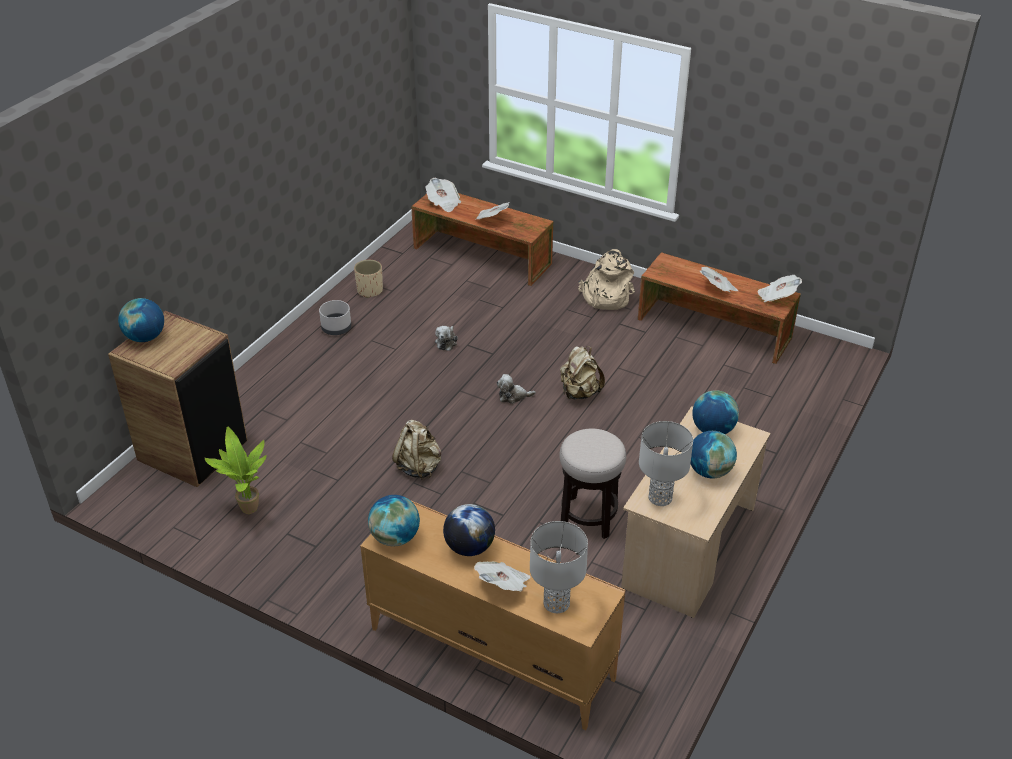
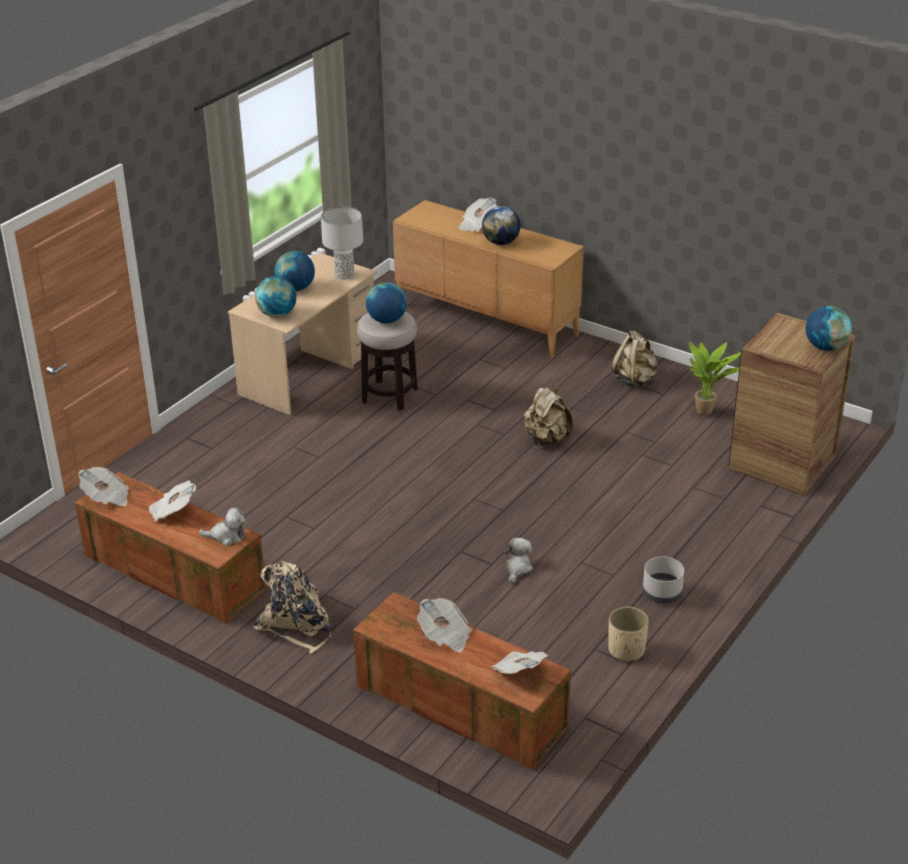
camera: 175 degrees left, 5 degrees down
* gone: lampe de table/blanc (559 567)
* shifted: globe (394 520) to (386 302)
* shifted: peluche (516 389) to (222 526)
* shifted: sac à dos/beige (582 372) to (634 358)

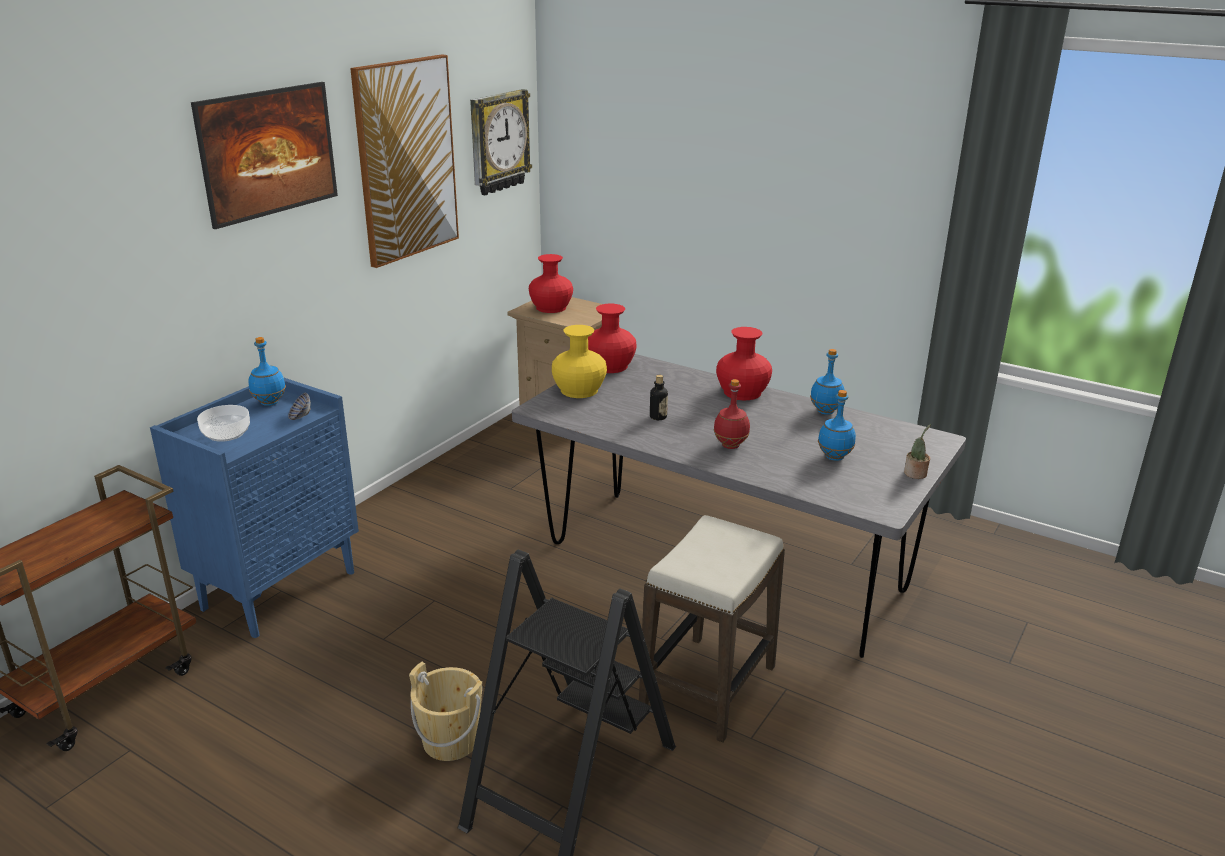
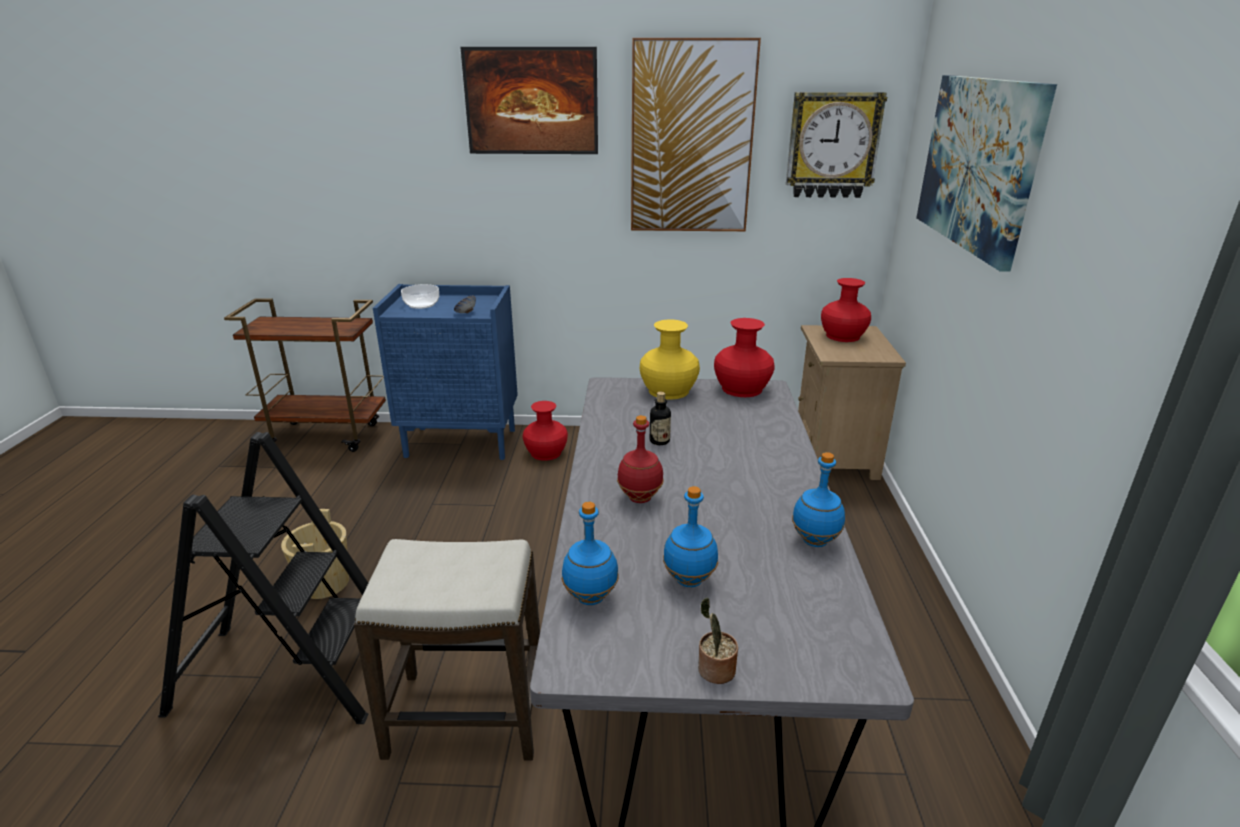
camera: 60 degrees right, 0 degrees up
* new: tableau (986 173)
* shifted: bouteille/bleu (267 371) to (590 553)
* shifted: vase/rouge (744 363) to (545 431)

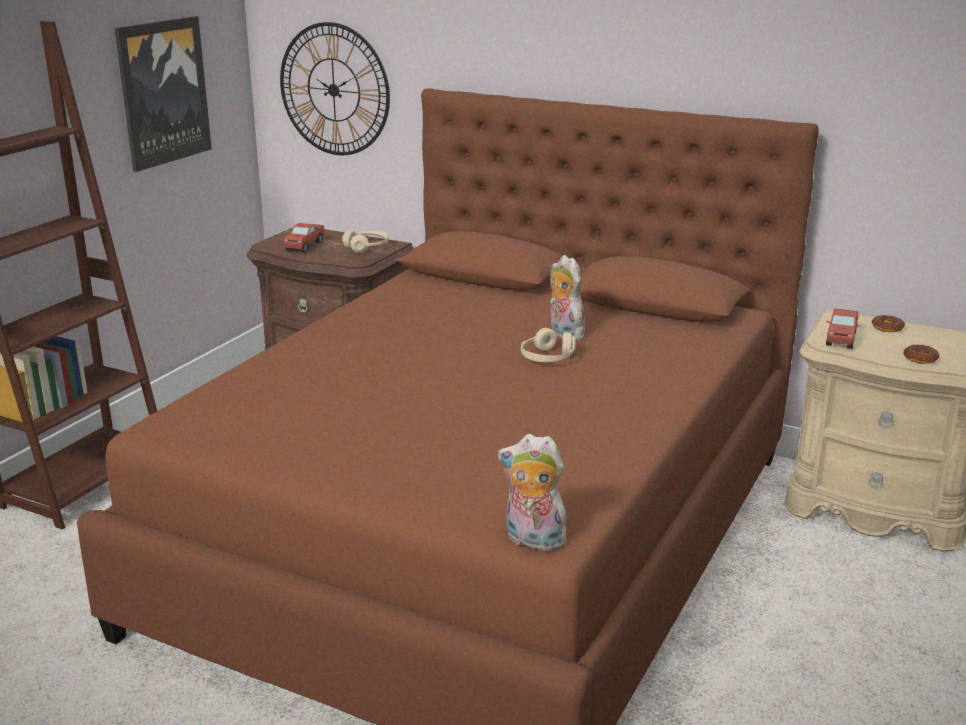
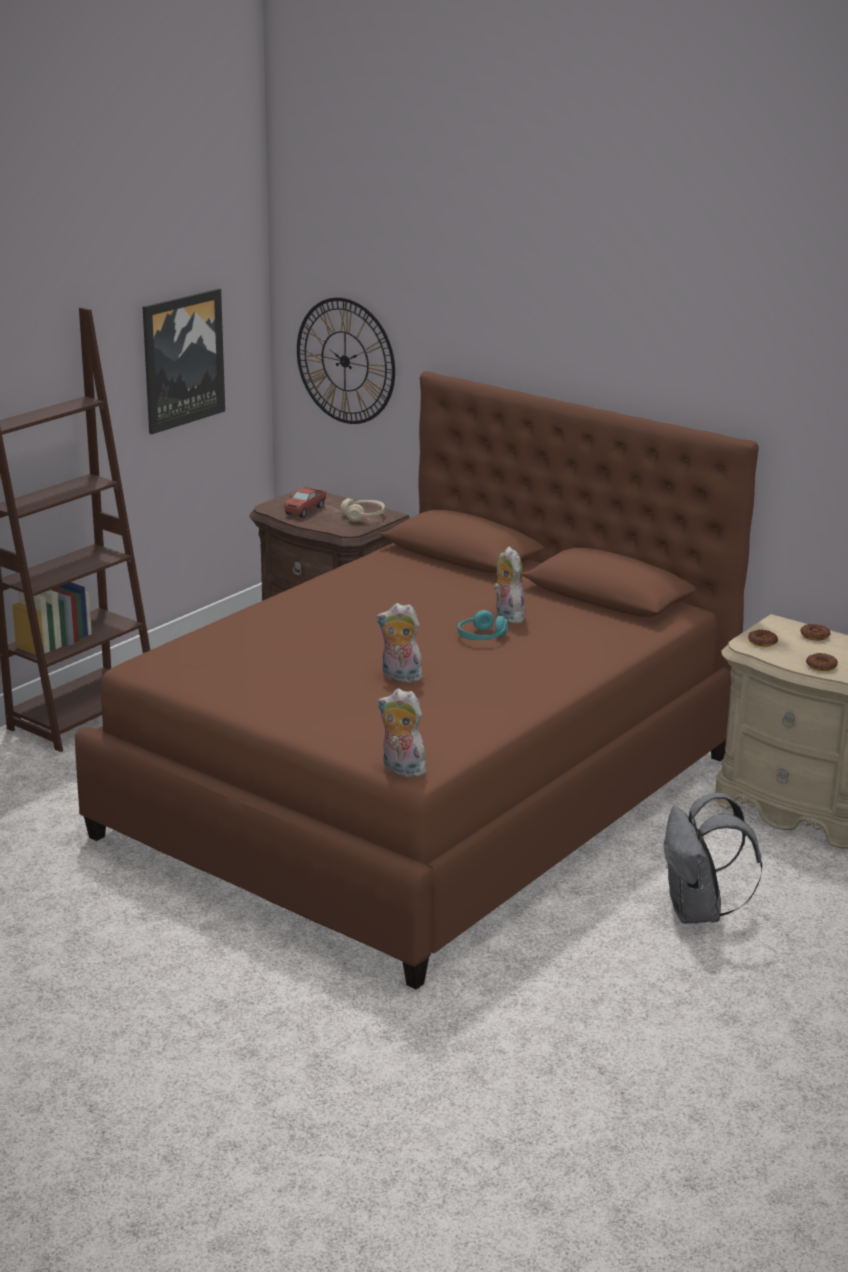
camera: 10 degrees right, 0 degrees up
* new: peluche (399 643)
* new: sac à dos/gris (713 858)
* swapped: camion jouet (843 328) to beignet (763 638)
* repainted: casque audio/beige (548 345) to casque audio/turquoise (483 625)

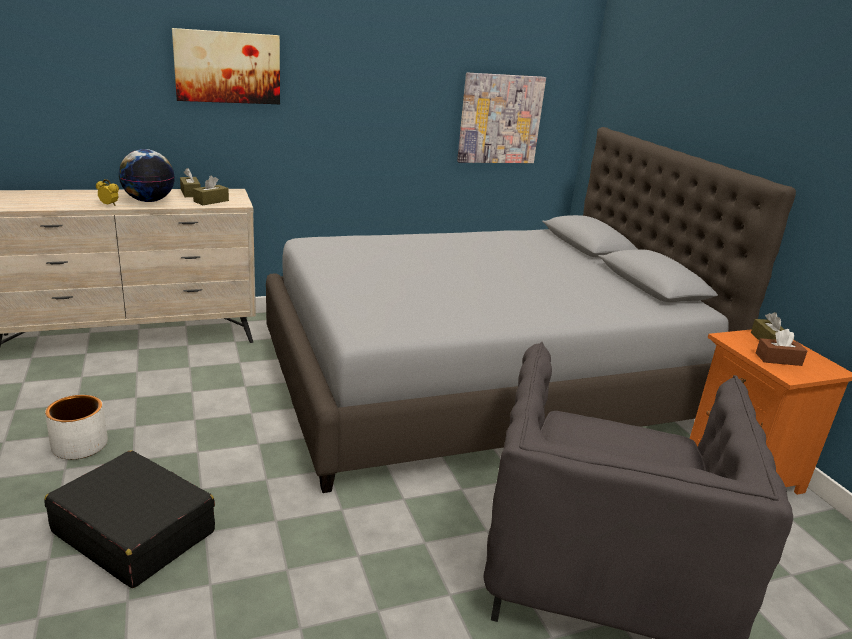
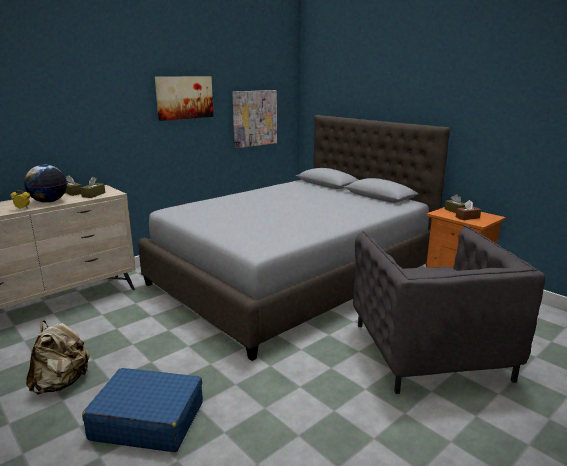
camera: 20 degrees left, 5 degrees down
* shifted: tableau (226 66) to (184 98)
* swapped: cache-pot/blanc (76 427) to sac à dos/beige (58 357)
* repainted: valise/noir (129 519) to valise/bleu (142 410)

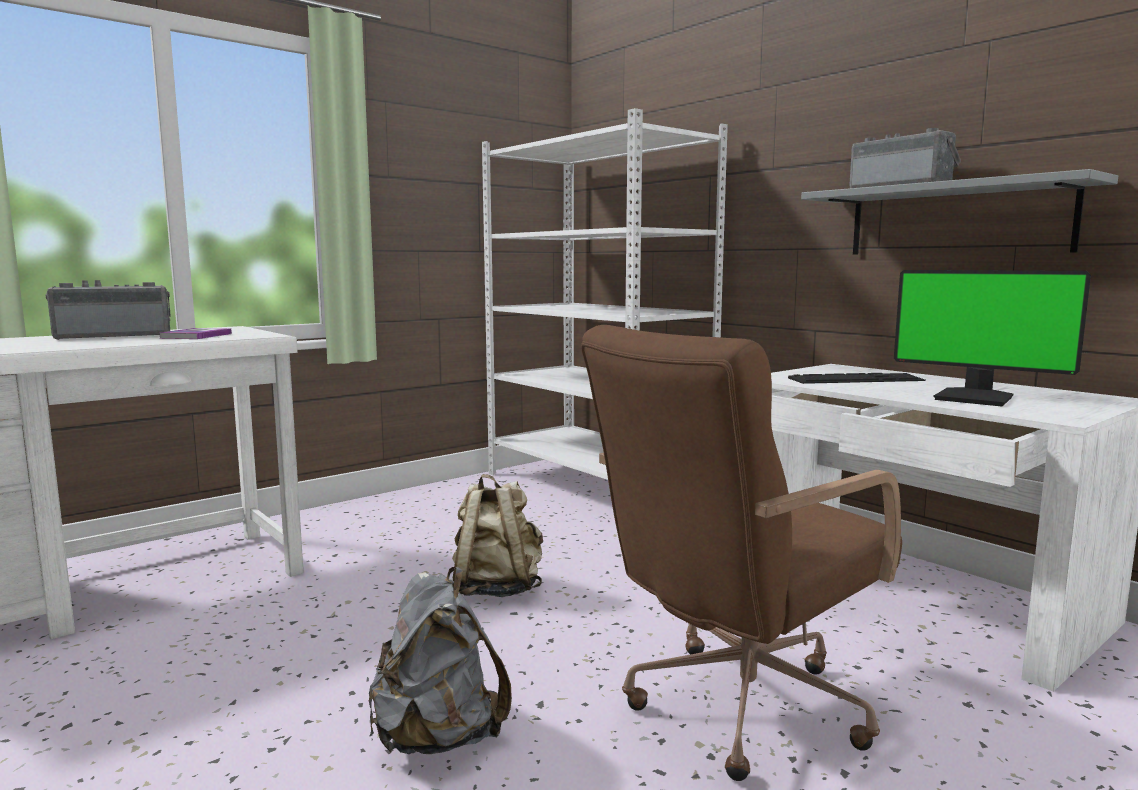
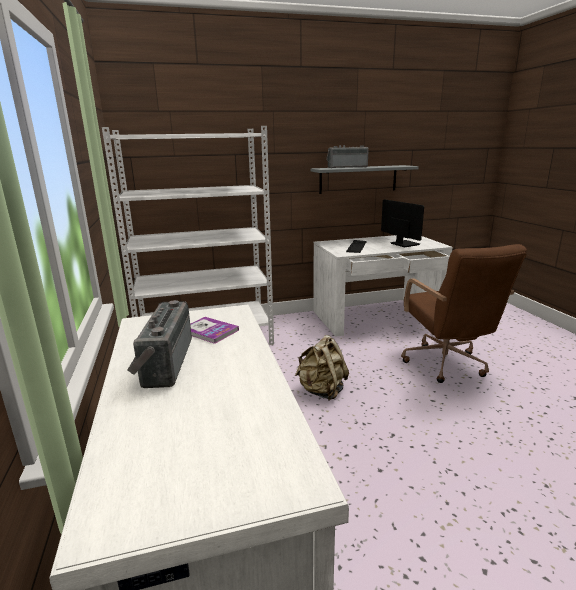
camera: 65 degrees left, 10 degrees up
* gone: sac à dos/gris (440 660)
* rotated: écran d'ordinateur (992 338) = (402 223) 90 degrees counterclockwise

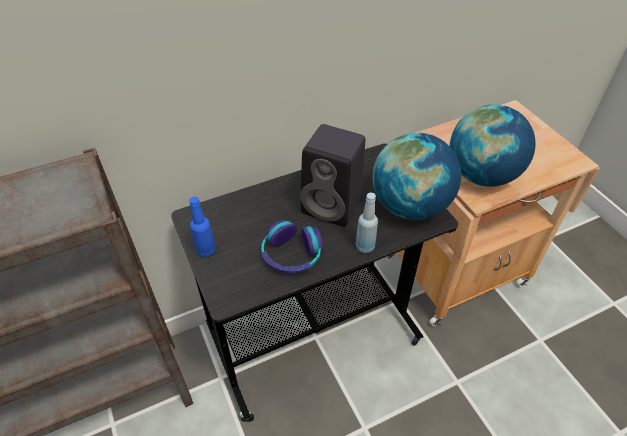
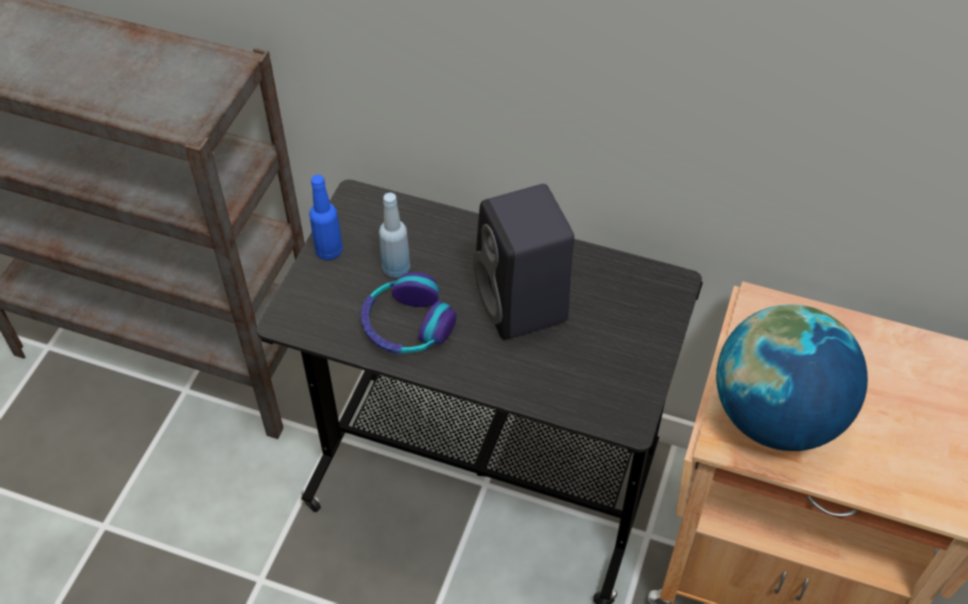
camera: 45 degrees right, 5 degrees up
* gone: globe (417 176)
* shifted: bouteille/bleu (367 222) to (394 235)

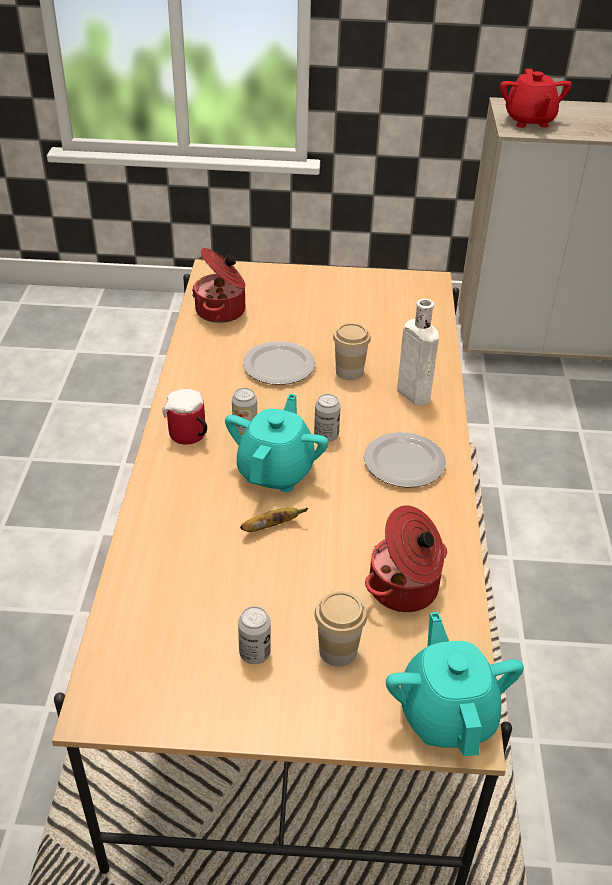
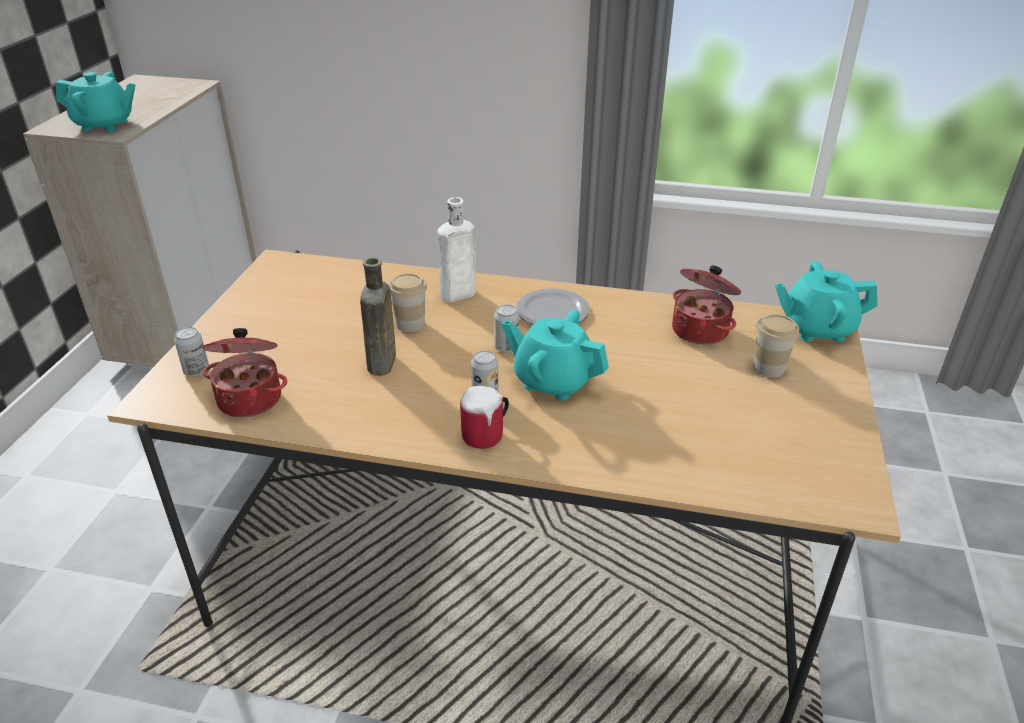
camera: 80 degrees left, 5 degrees down
* gone: banane (274 519)
* shifted: boîte métallique (254 635) to (191 352)
* swapped: assiette (278 363) to bouteille/marron (378 316)
* repainted: théière/rouge (536 98) to théière/turquoise (95 102)

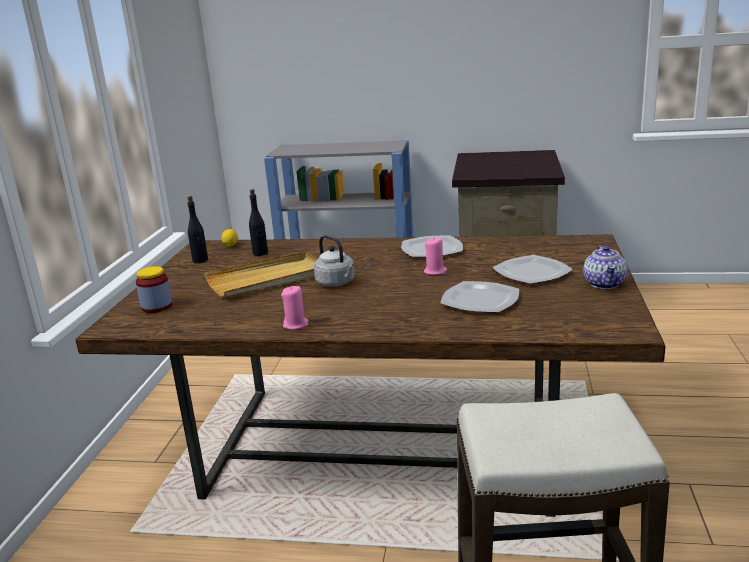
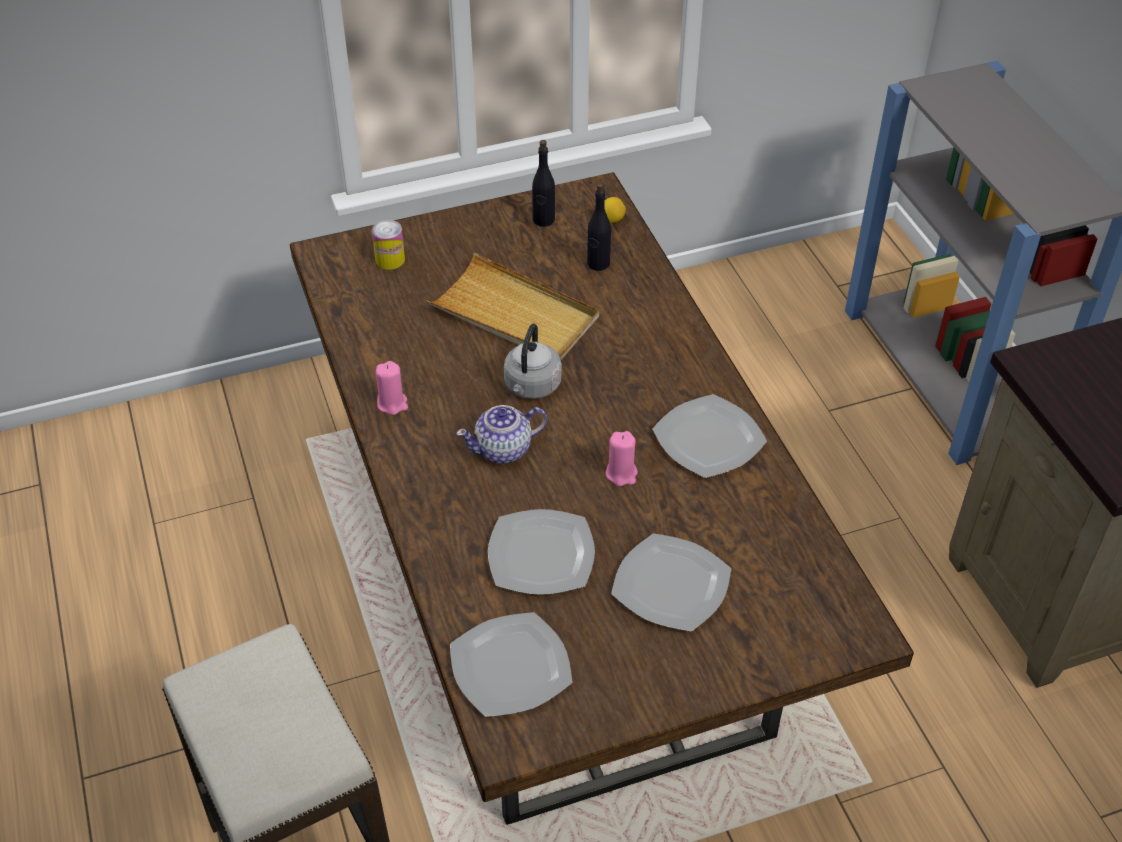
camera: 60 degrees right, 25 degrees up
* new: assiette (511 664)
* shifted: théière (605 267) to (501 434)
* swapped: bocal (154 289) to boîte métallique (388 245)

